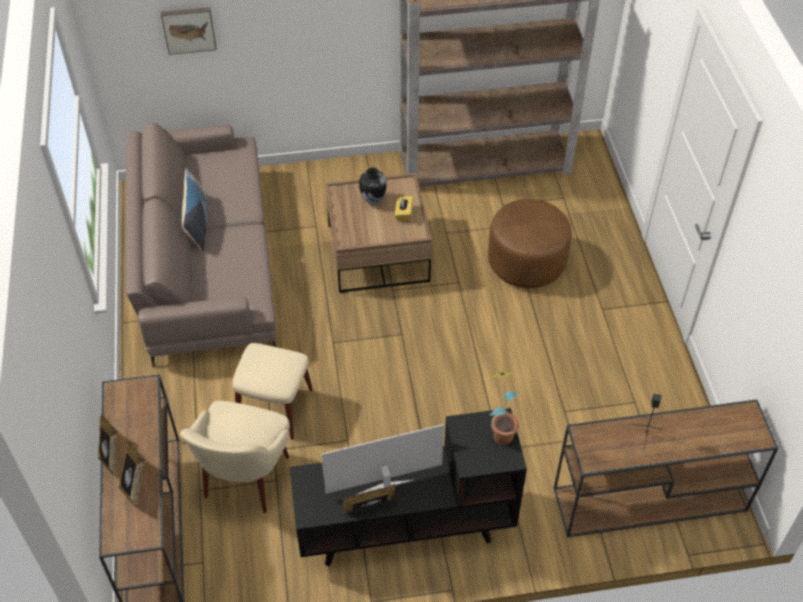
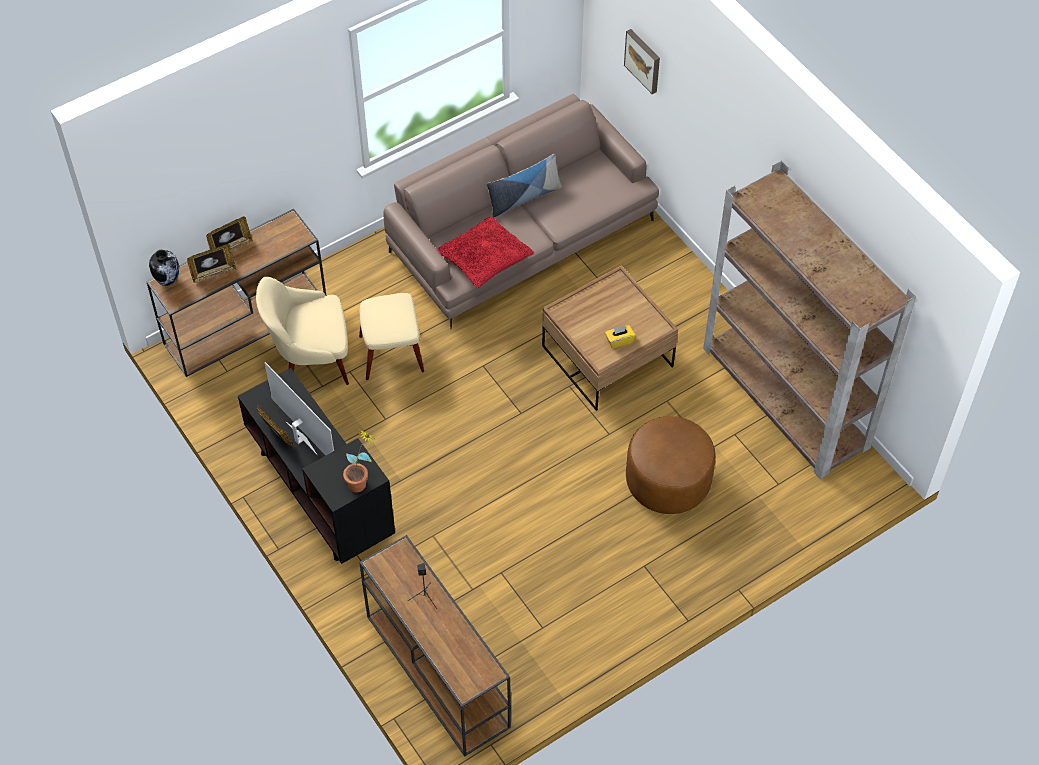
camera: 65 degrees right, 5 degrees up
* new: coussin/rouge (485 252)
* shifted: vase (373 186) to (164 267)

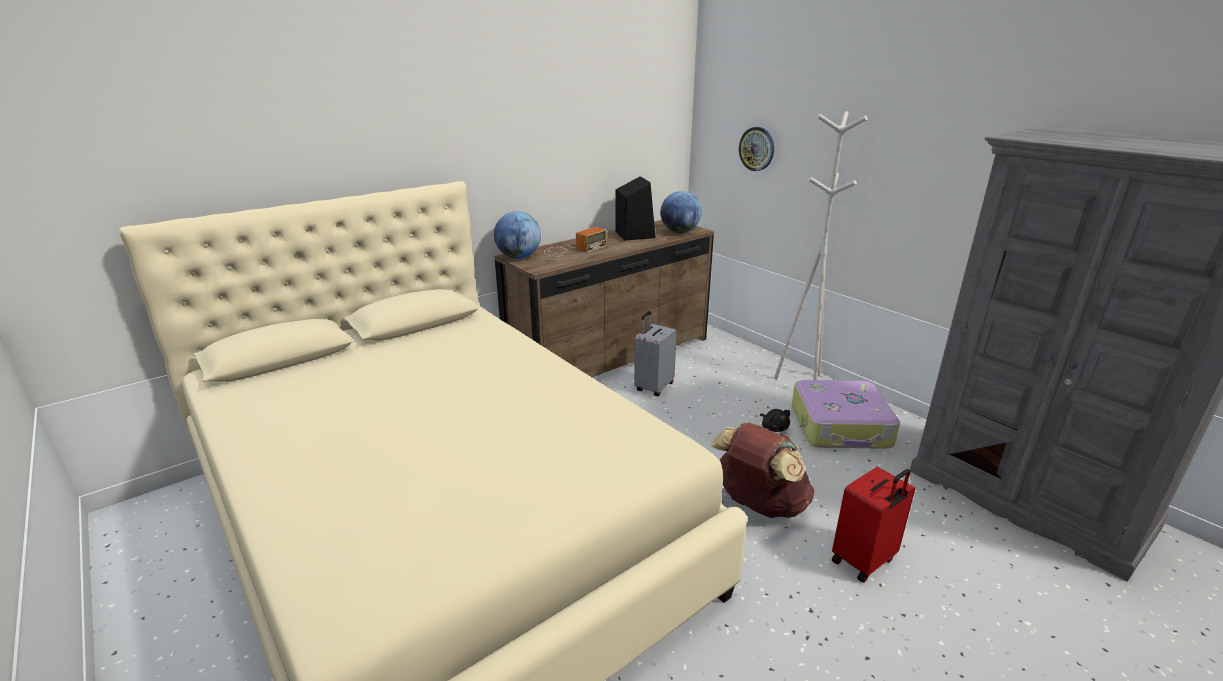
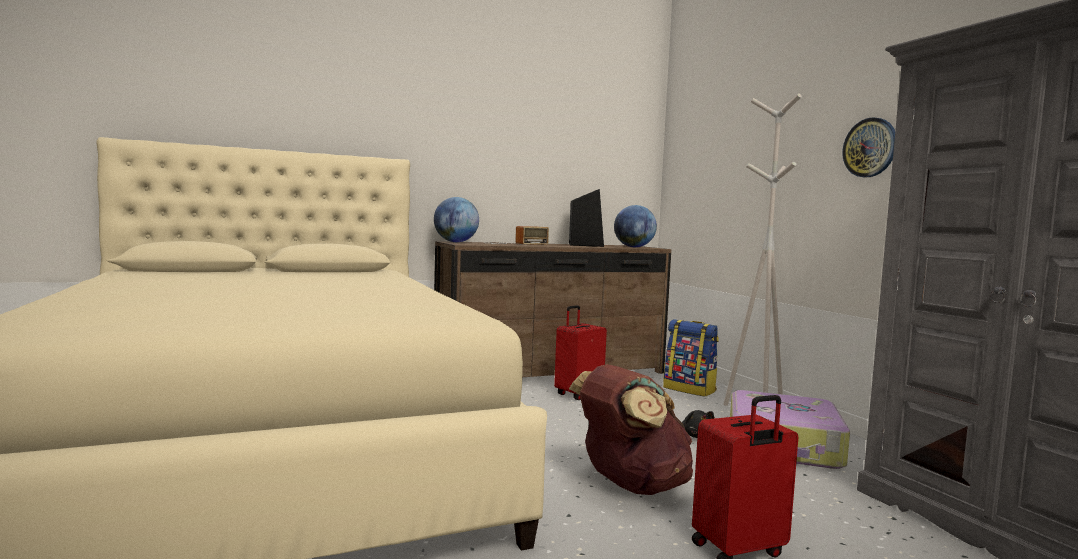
camera: 15 degrees right, 20 degrees down
* new: sac à dos (691 358)
* shifted: horloge murale (756 149) to (868 147)
* repainted: valise/gris (655 353) to valise/rouge (580 352)

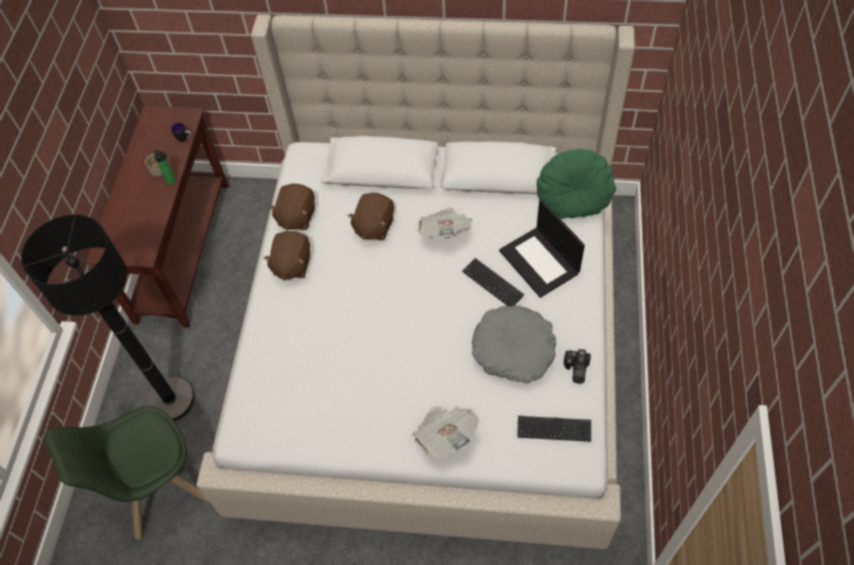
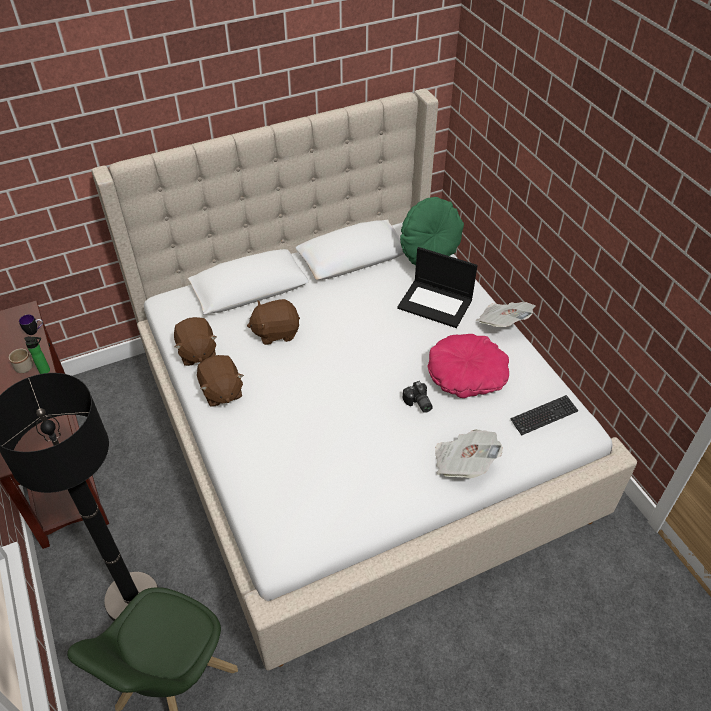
camera: 35 degrees left, 10 degrees down
* gone: clavier (493 282)
* shifted: journal (445 222) to (506 314)
* shifted: appareil photo (577 366) to (418 397)
* repainted: coussin/gris (514 344) to coussin/rose (468 366)
* rotated: peluche/marron (370 216) = (273 322) 90 degrees clockwise

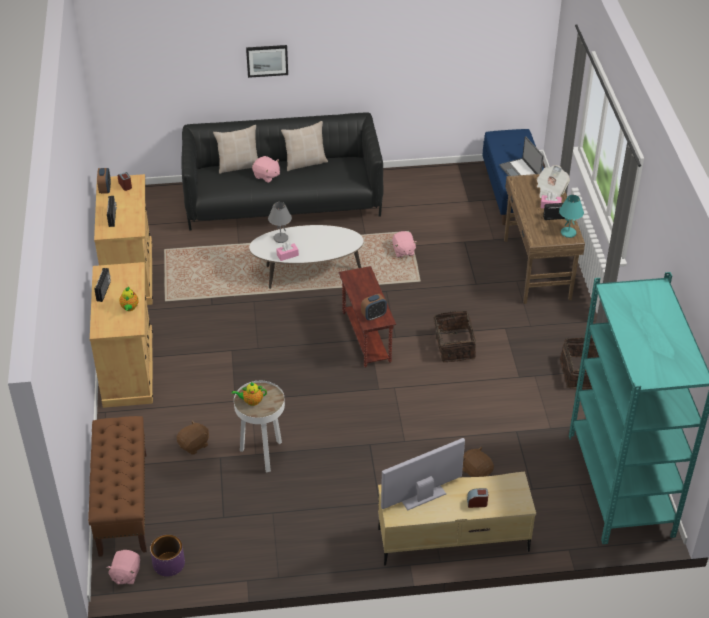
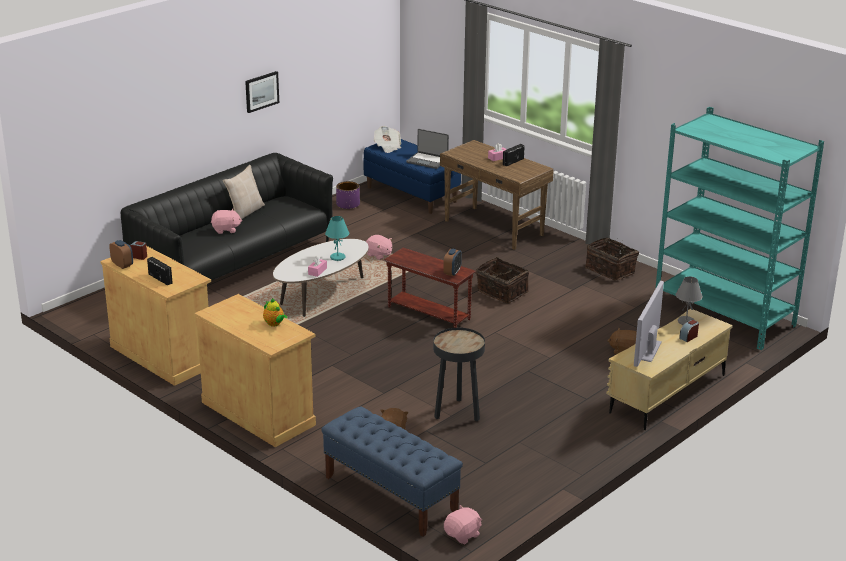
camera: 40 degrees left, 15 degrees down
* gone: radio (102 285)
* gone: coussin/beige (235 149)
* gone: théière (249 394)
* shifted: cache-pot/violet (167 555) to (348 195)
* shifted: tableau (267 61) to (262 92)
* shifted: lampe de table/gris (280 222) to (689 300)
* shifted: journal (553 181) to (387 139)
* shifted: lampe de table/turquoise (571 216) to (337 238)
* repainted: banc/marron (117 486) to banc/bleu (392 472)
* repainted: table d'appoint/blanc (259 427) to table d'appoint/noir (459 374)
* rotated: peluche/rose (123 567) = (463 524) 105 degrees counterclockwise

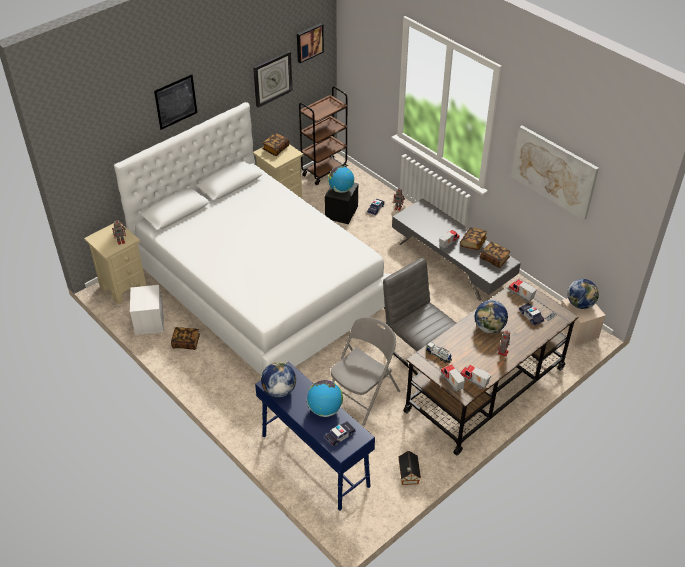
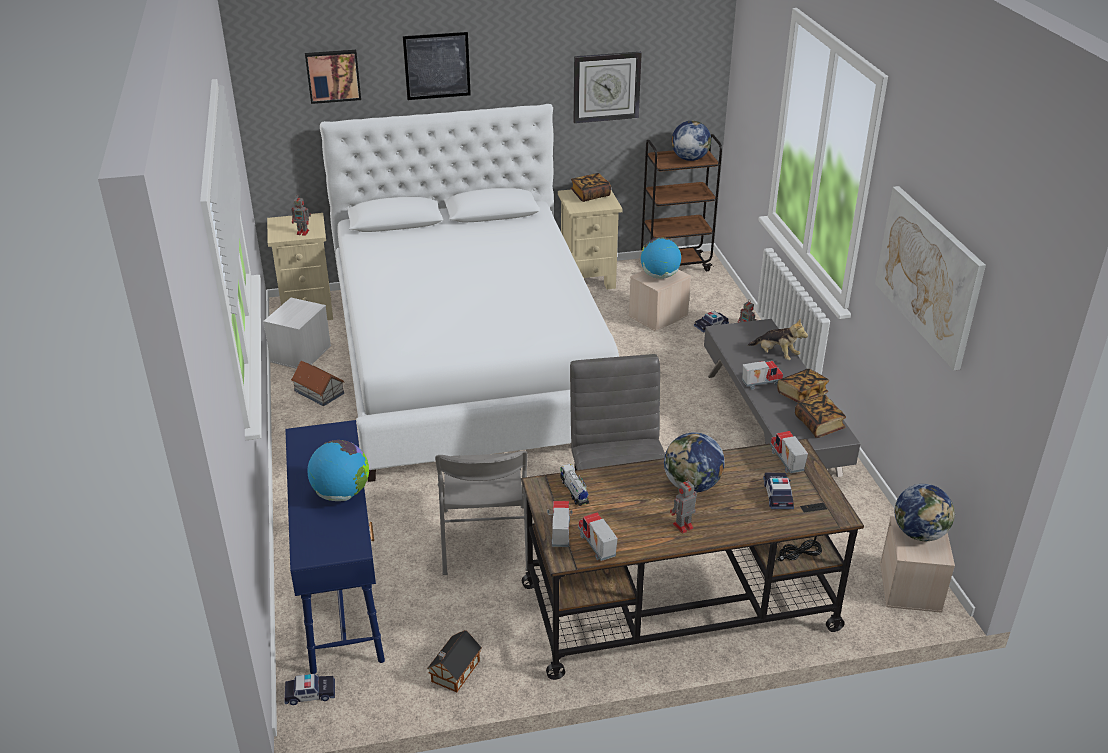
camera: 30 degrees right, 10 degrees down
* new: peluche (778 339)
* shifted: globe (278 379) to (691 141)
* shifted: tableau (310 43) to (333 77)
* shifted: petite voiture (340 434) to (309 689)
* swapped: livre (185 338) to maison miniature (317 383)
* repainted: boîte de rangement/noir (342 203) to boîte de rangement/beige (660 300)
* rotated: chaise/gris (365 371) = (481 513) 105 degrees clockwise

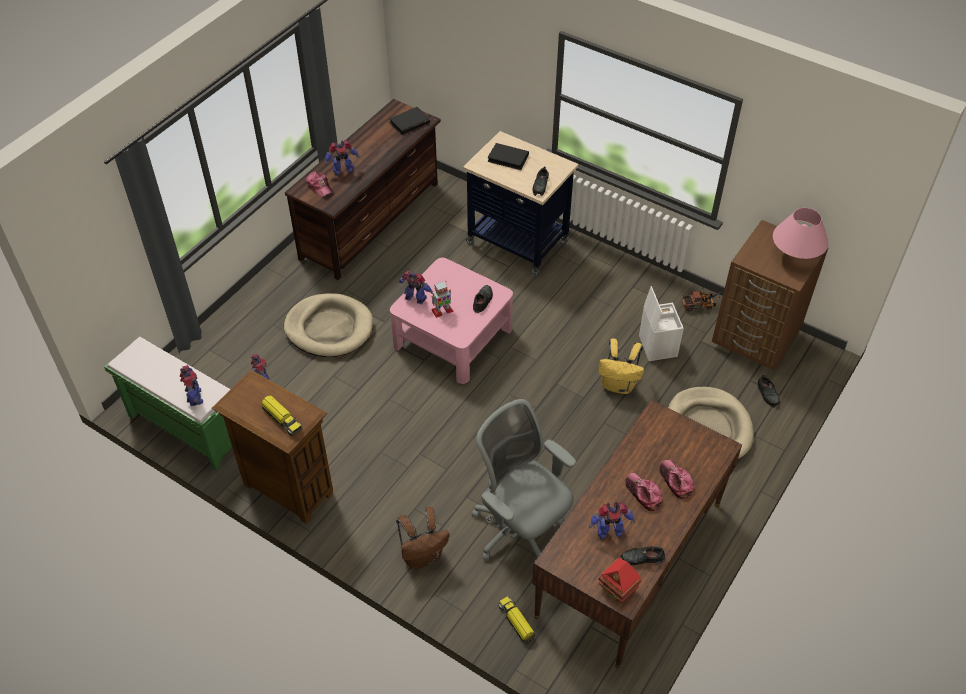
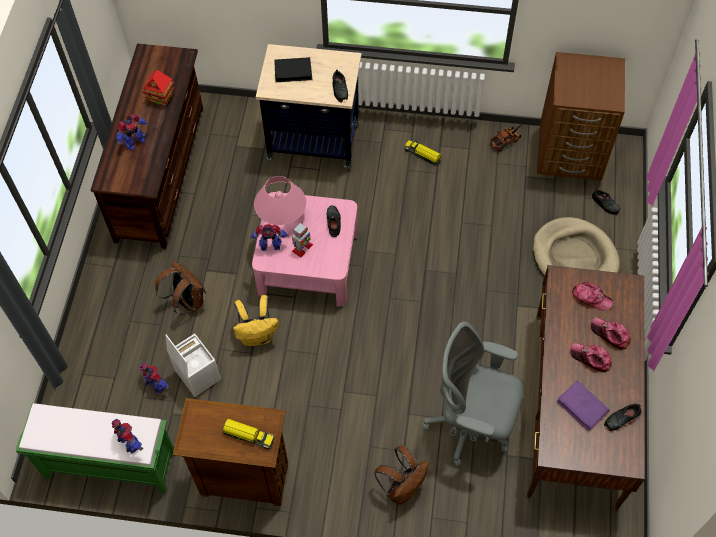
camera: 25 degrees left, 10 degrees up
* gone: livre/noir (409 120)
* shifted: casquette (319 184) to (593 296)
* shifted: camion jouet (517 620) to (423 152)
* shifted: sac à dos/jaune (621 366) to (256 320)
* shifted: maison miniature (620 581) to (159 88)
* shifted: boîte de rangement/blanc (661 323) to (193 365)
* shifted: lampe de table/rose (801 233) to (280 200)
* swapped: panier pour chien/beige (328 325) to sac à dos/marron (180 288)
* swapped: robot jouet (612 520) to livre/violet (583 405)

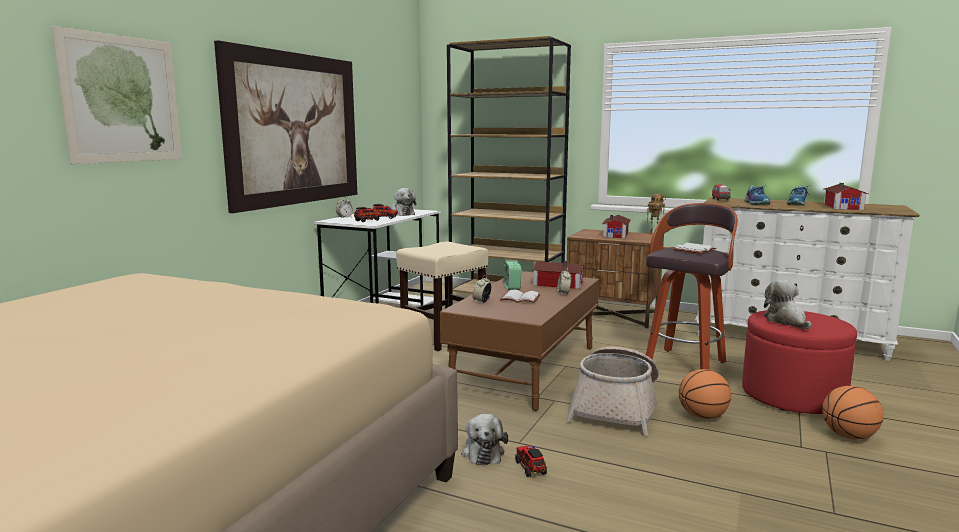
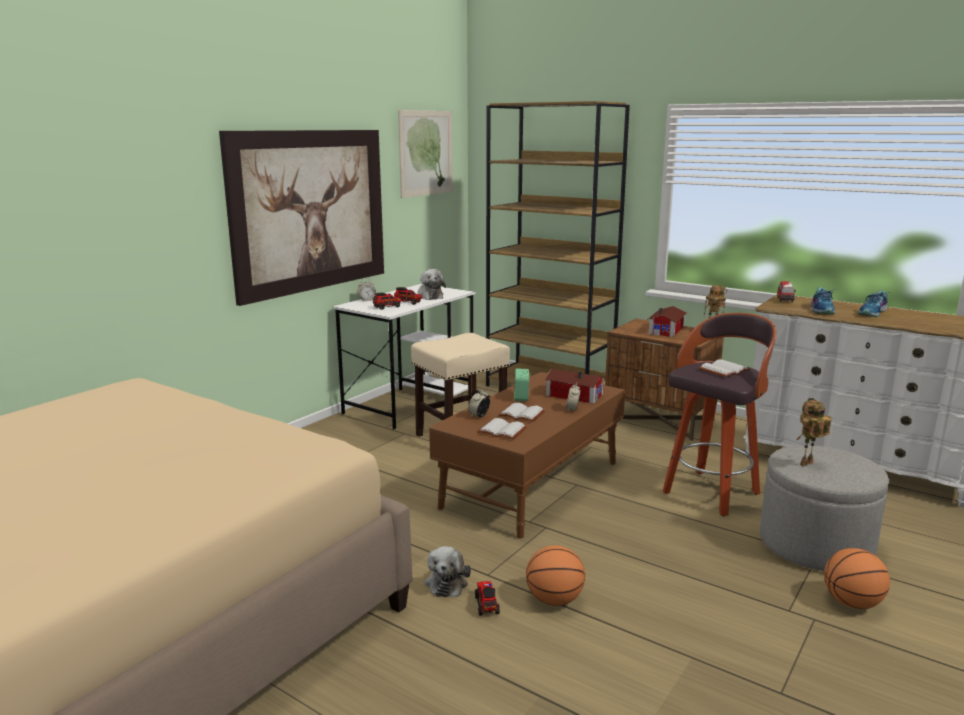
camera: 10 degrees right, 5 degrees up
* gone: panier (612 391)
* gone: maison miniature (846 196)
* new: livre/blanc (502 428)
* shifted: tableau (117 95) to (425 154)
* shifted: ballon de basket (705 394) to (555 575)
* swapped: peluche (788 305) to robot jouet (814 433)
* repainted: pouf/rouge (799 362) to pouf/gris (824 508)

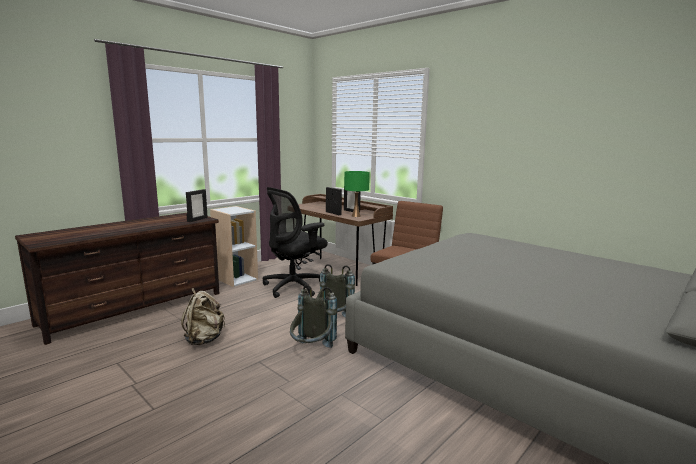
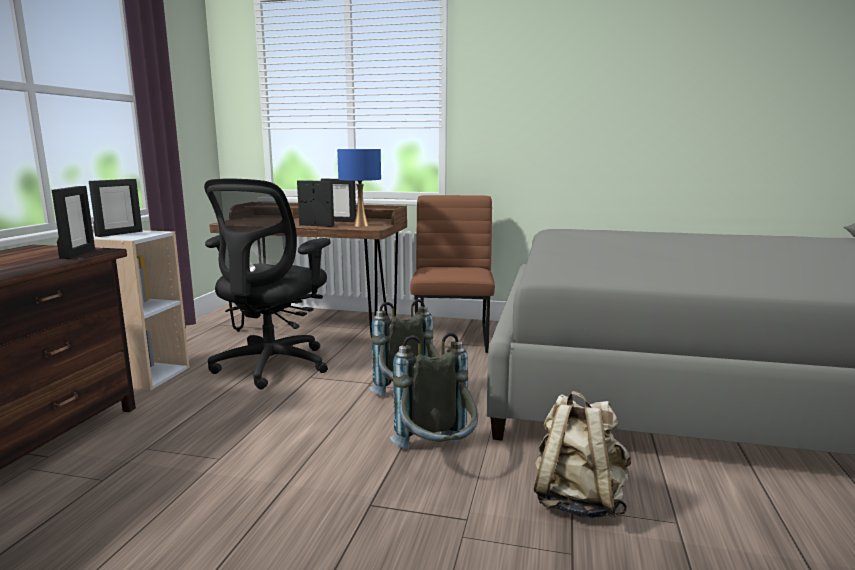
camera: 30 degrees left, 0 degrees up
* new: cadre photo (116 208)
* shifted: sac à dos/beige (203 316) to (582 454)
* repainted: lampe de table/vert (357 194) to lampe de table/bleu (359 188)

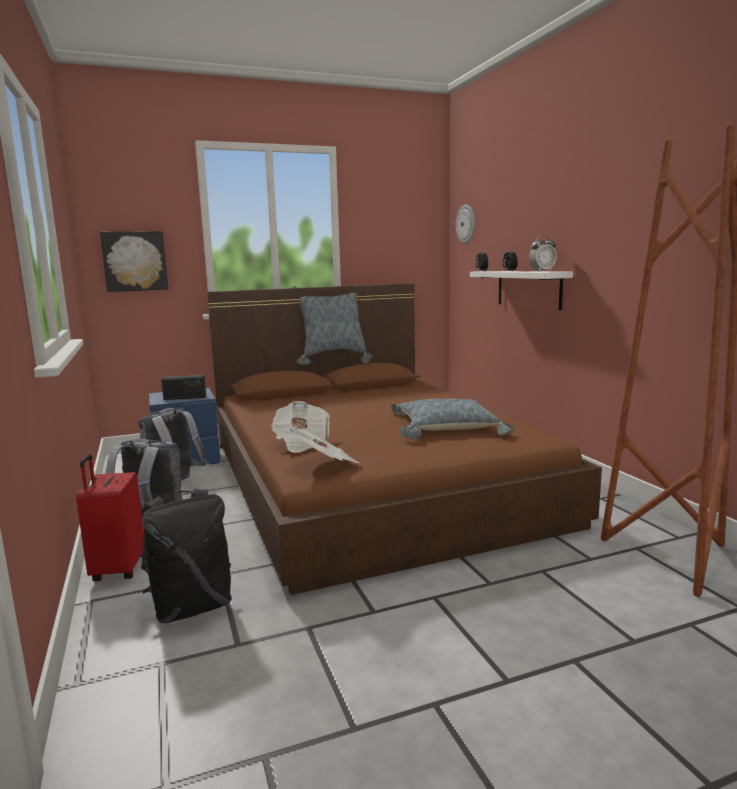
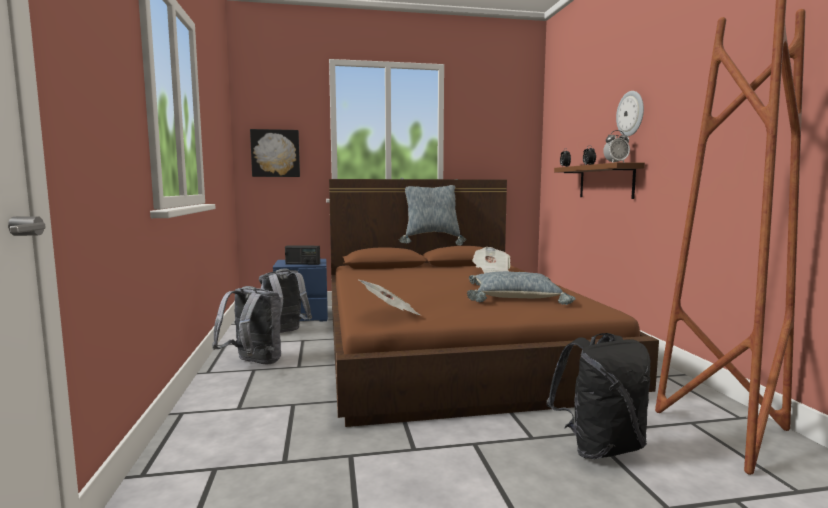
camera: 10 degrees right, 5 degrees down
* gone: valise/rouge (110 517)
* shifted: sac à dos/noir (186 556) to (598 396)
* shifted: journal (300 427) to (491 260)
* shifted: horloge murale (465 224) to (630 113)
* repainted: étagère/blanc (521 290) to étagère/marron (599 180)

